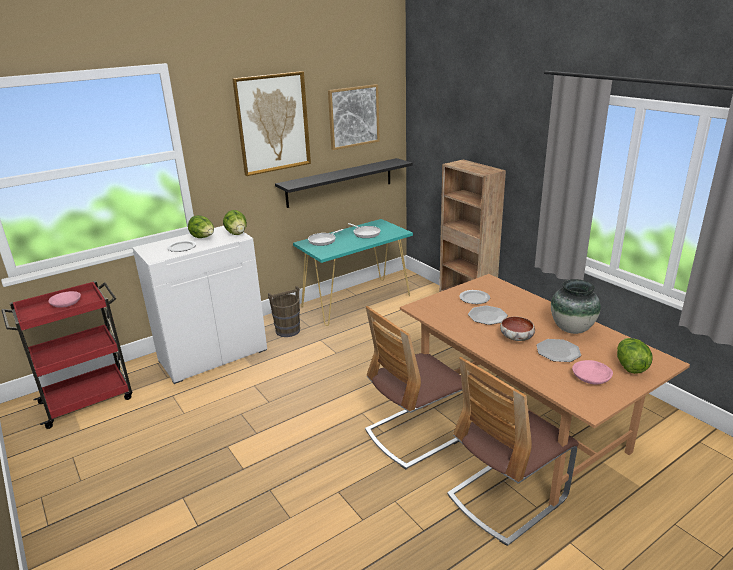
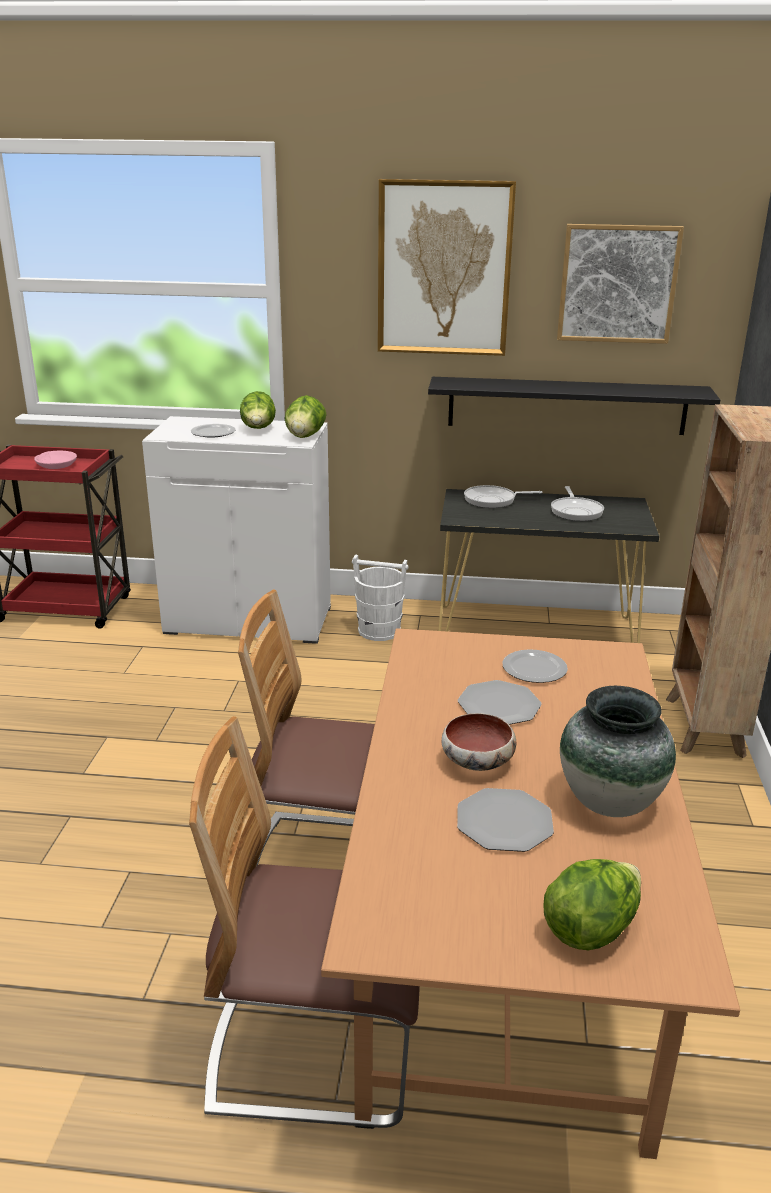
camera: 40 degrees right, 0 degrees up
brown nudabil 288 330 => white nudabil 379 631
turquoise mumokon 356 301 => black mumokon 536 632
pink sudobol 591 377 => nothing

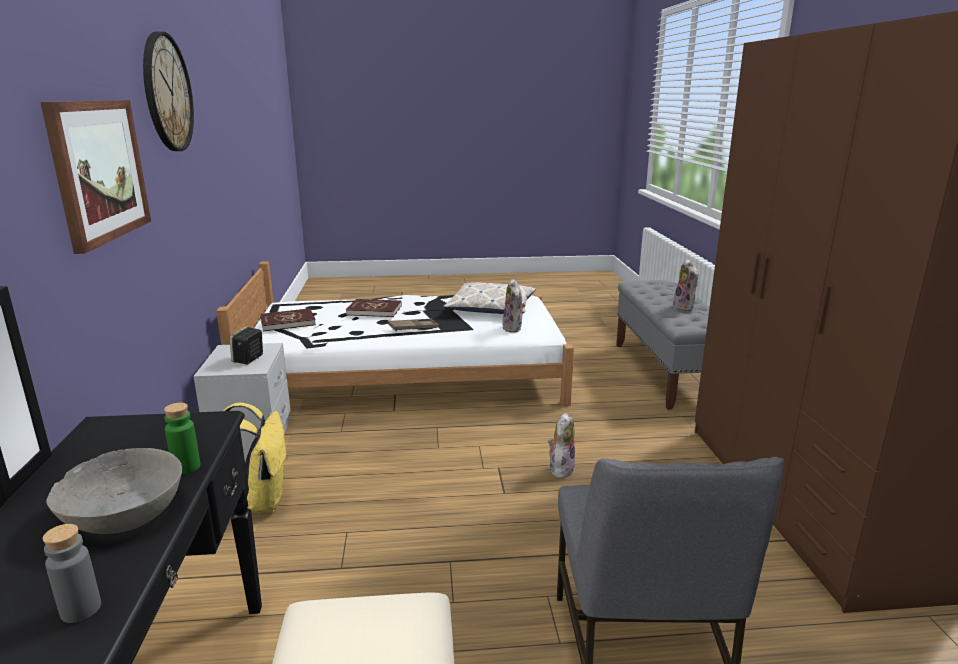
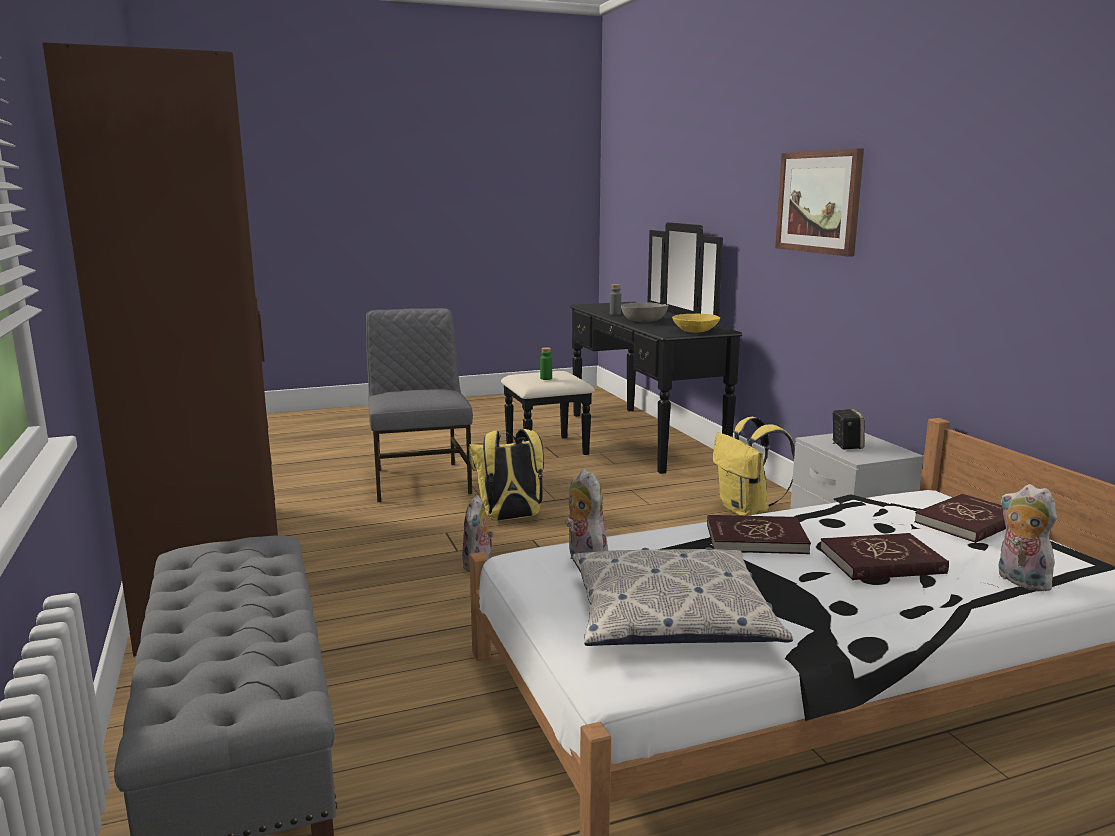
camera: 165 degrees right, 5 degrees down
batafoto 167 93 => nothing
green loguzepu 186 467 => green loguzepu 546 378, move
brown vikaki 413 328 => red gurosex 756 539
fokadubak 685 308 => fokadubak 1019 581, move
nothing => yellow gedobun 510 518
nothing => yellow sudobol 695 331

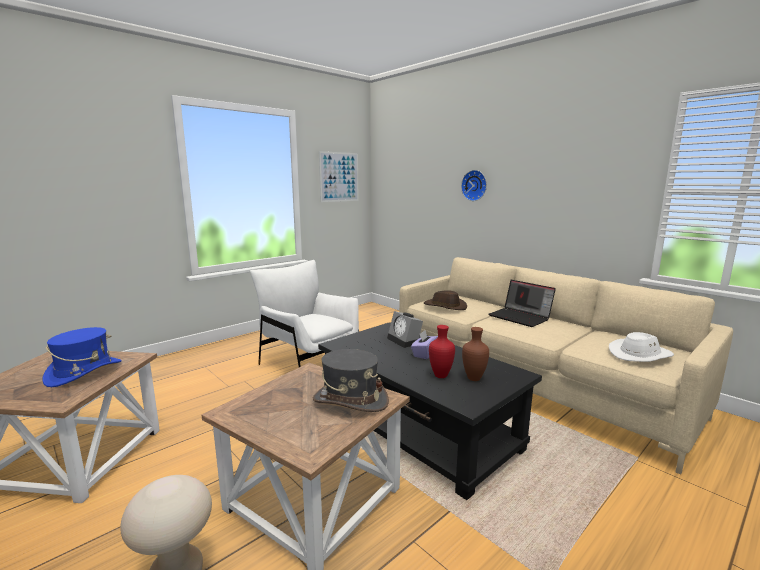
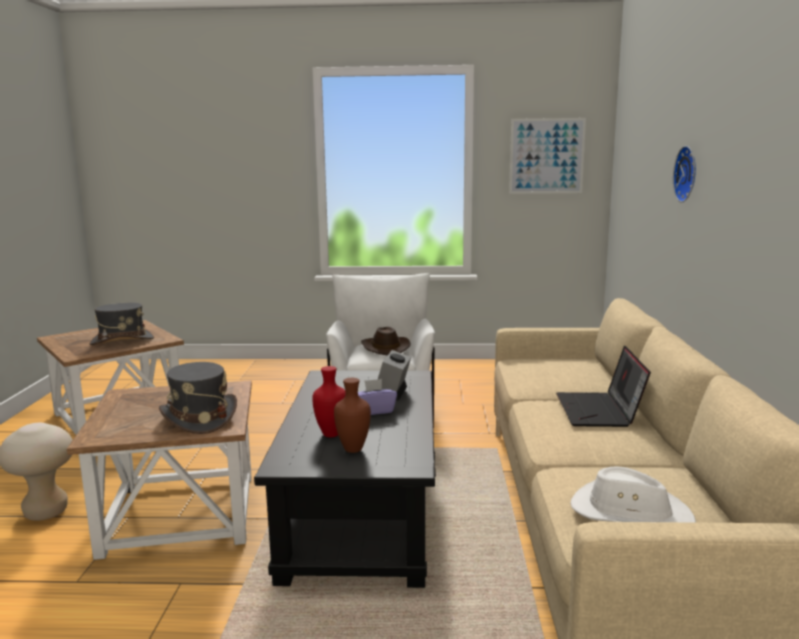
camera: 45 degrees right, 0 degrees up
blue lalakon 84 372 => grey lalakon 122 341
brown lalakon 445 306 => brown lalakon 384 348, move

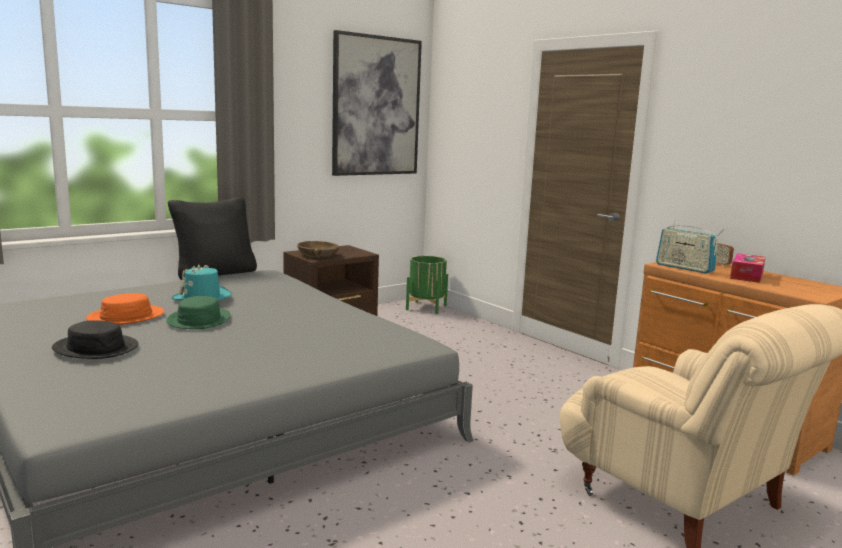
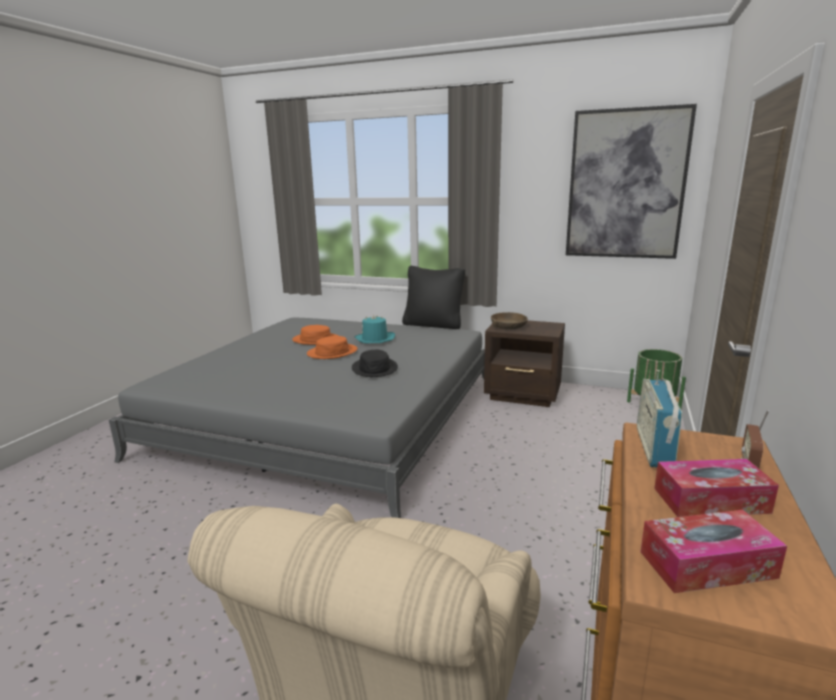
camera: 60 degrees right, 5 degrees up
black lalakon 96 348 => black lalakon 375 368, move
green lalakon 198 320 => orange lalakon 332 352
nothing => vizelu 707 564

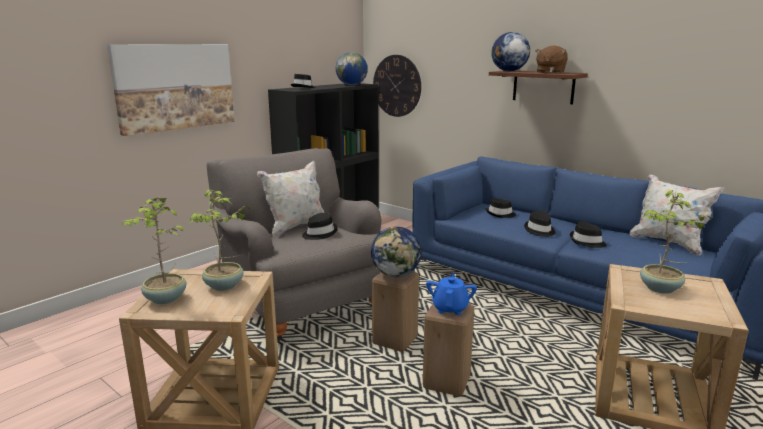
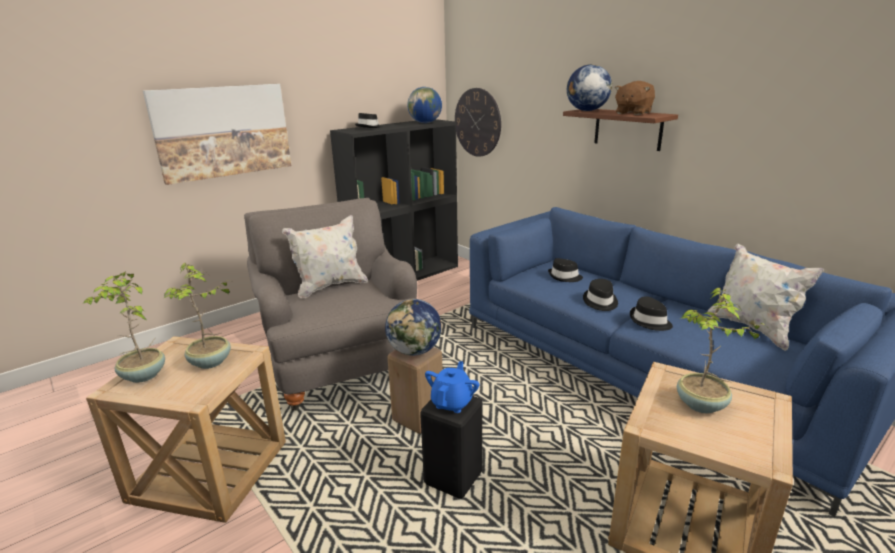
camera: 10 degrees right, 5 degrees up
black lalakon 319 233 => nothing
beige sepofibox 448 381 => black sepofibox 455 477

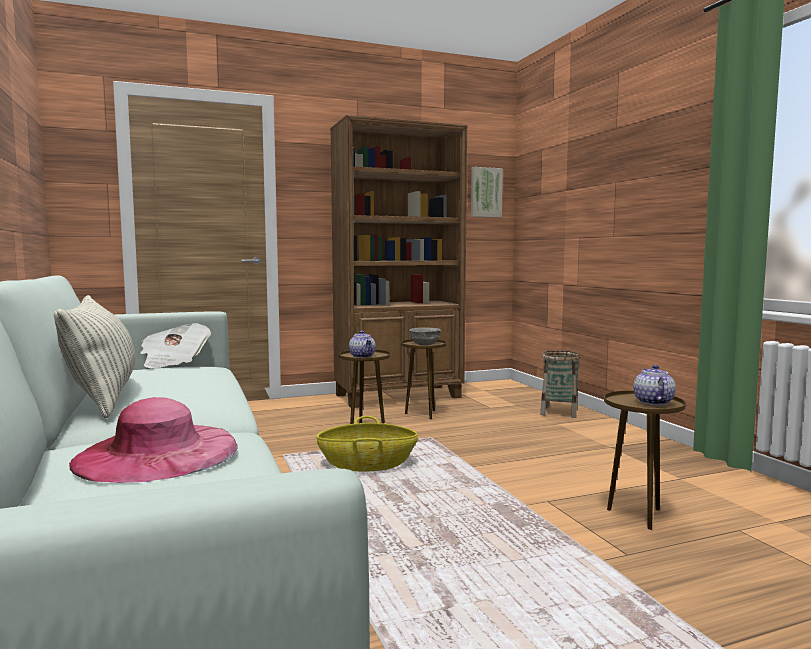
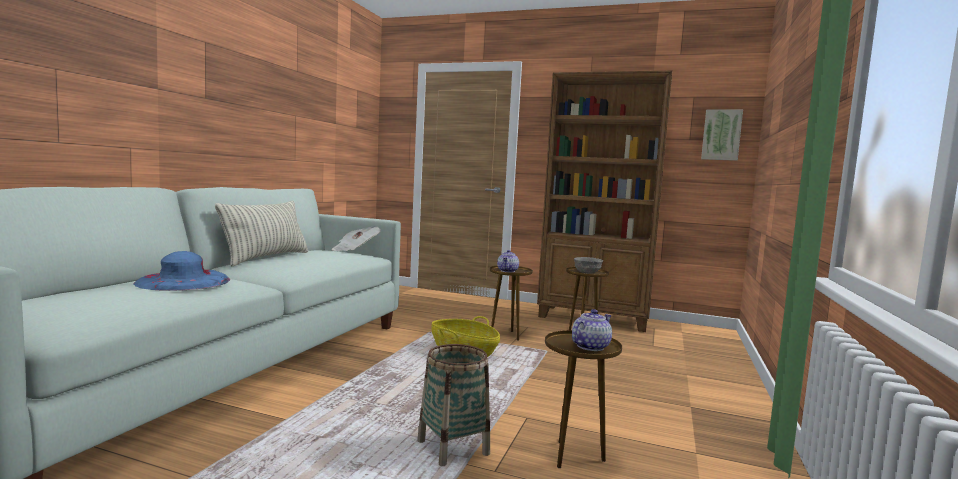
camera: 40 degrees right, 0 degrees up
pink lalakon 157 453 => blue lalakon 183 281
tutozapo 559 412 => tutozapo 453 448, move

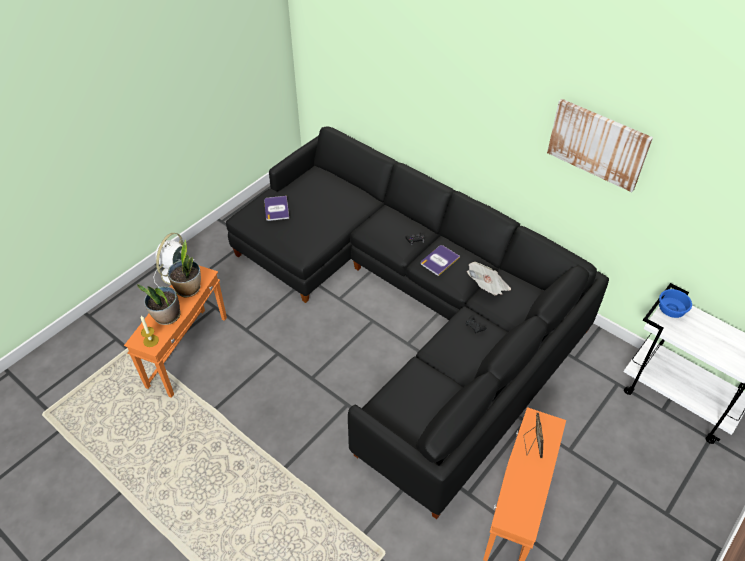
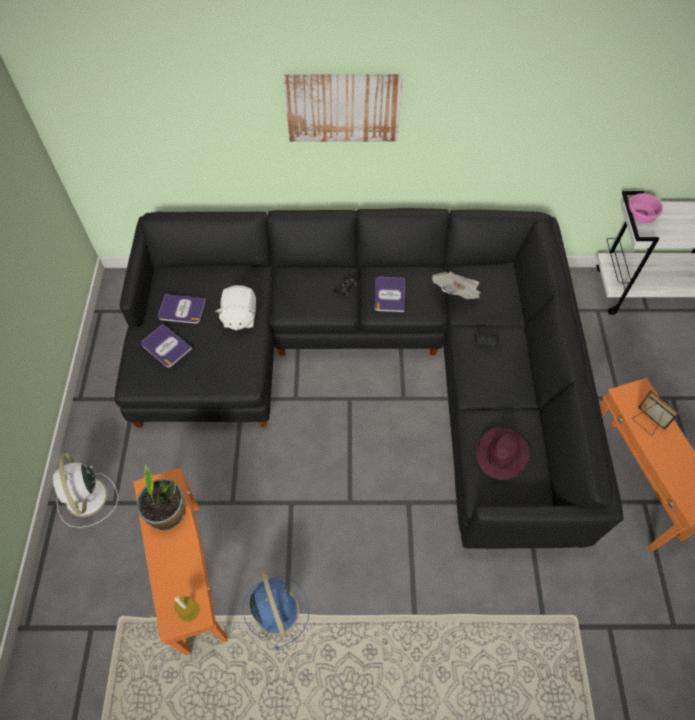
camera: 40 degrees left, 10 degrees up
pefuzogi 167 316 => nothing
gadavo 598 144 => gadavo 343 107, move
blue sudobol 670 309 => pink sudobol 638 216
nothing => gurosex 182 309
nothing => white fokadubak 239 317
nothing => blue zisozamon 276 609
nothing => purple lalakon 501 454

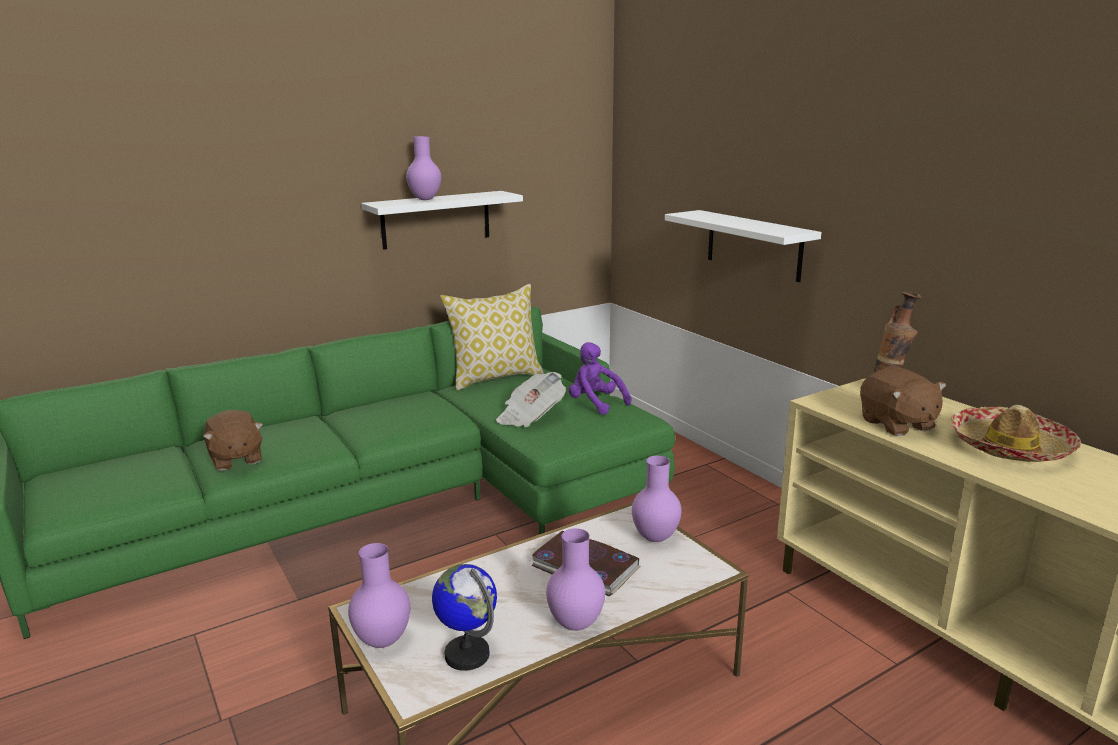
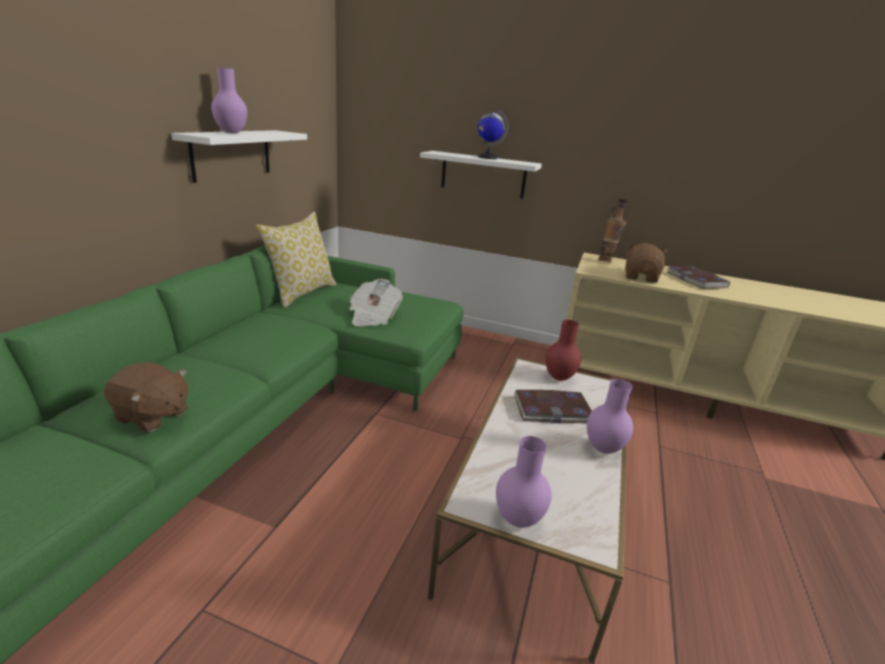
camera: 40 degrees left, 5 degrees up
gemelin 467 654 => gemelin 487 158, move
purple fokadubak 595 404 => nothing
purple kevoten 656 538 => red kevoten 559 378
brown fokadubak 896 424 => brown fokadubak 641 277, 105 degrees counterclockwise
lalakon 1010 447 => gurosex 696 280

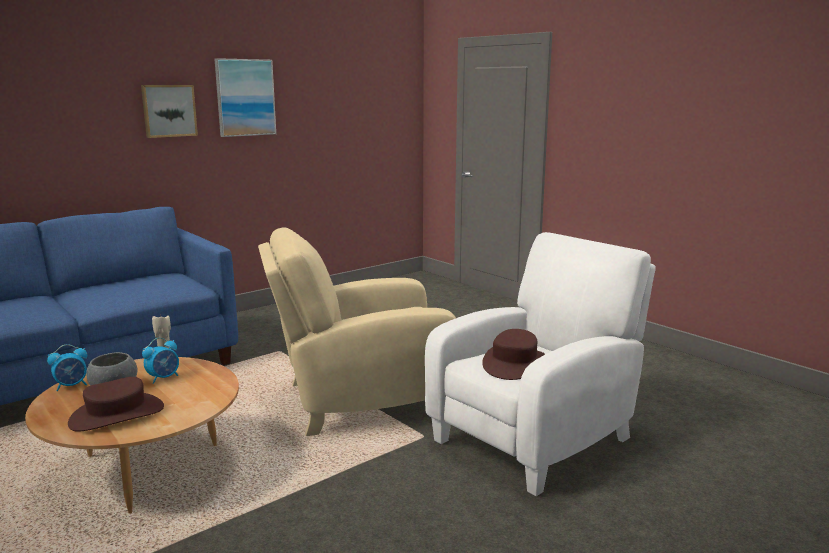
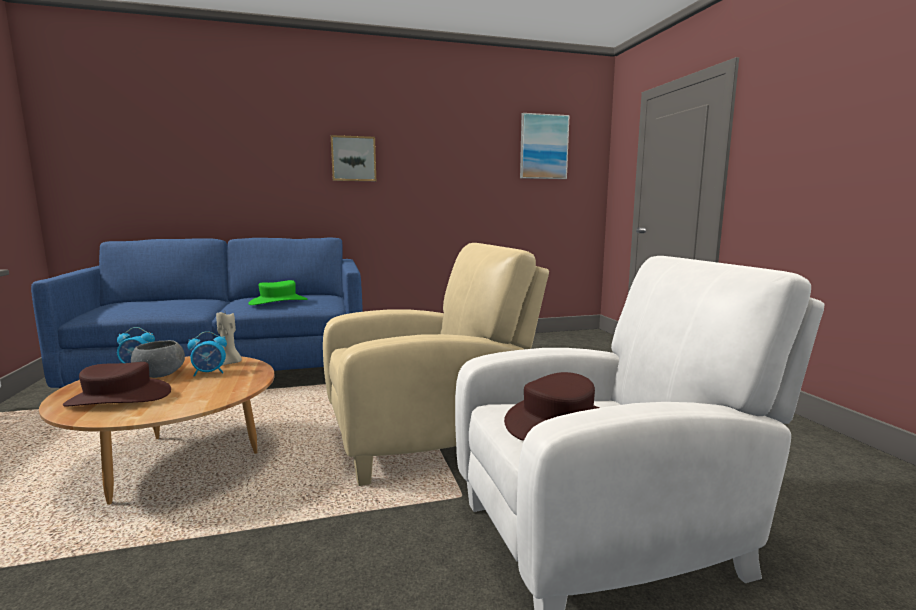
camera: 25 degrees right, 5 degrees down
gadavo 245 97 => gadavo 543 147, move
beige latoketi 359 401 => beige latoketi 430 438, 150 degrees clockwise
nothing => green lalakon 278 301

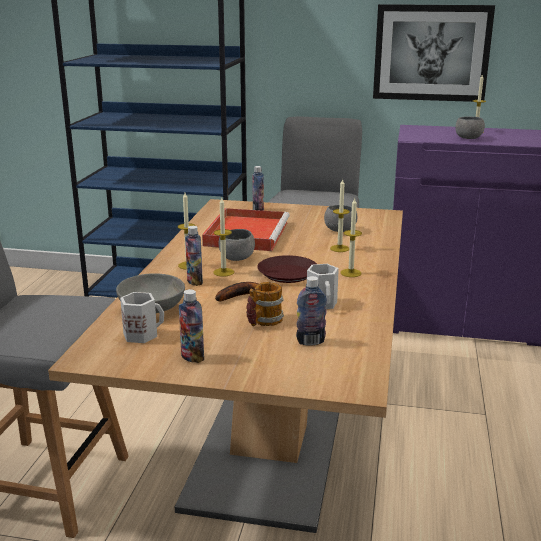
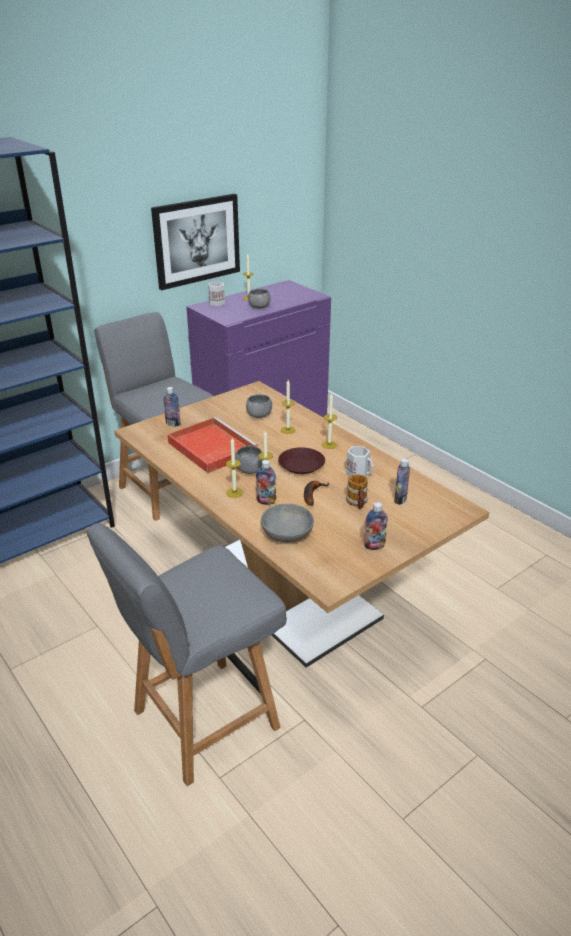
camera: 50 degrees left, 10 degrees up
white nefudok 141 334 => white nefudok 217 302, move

